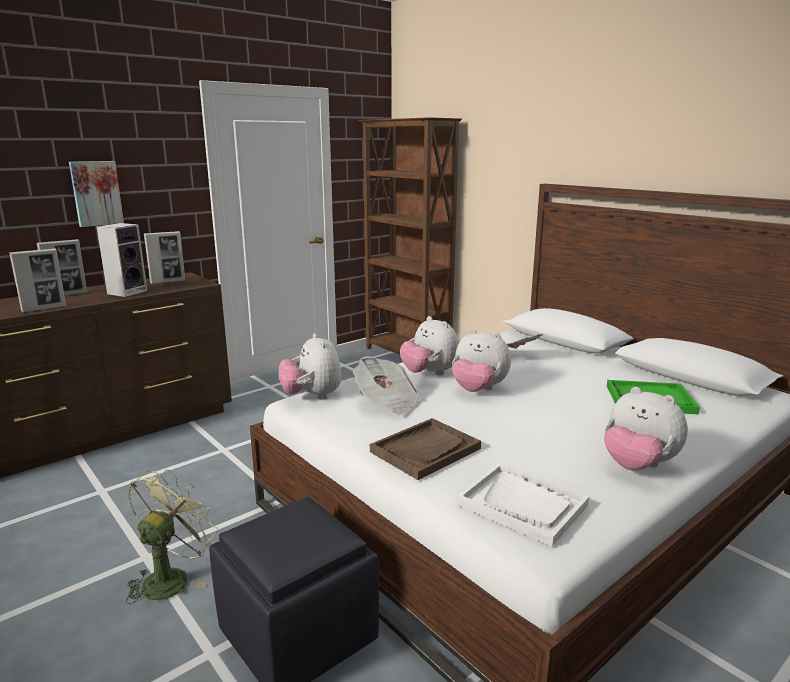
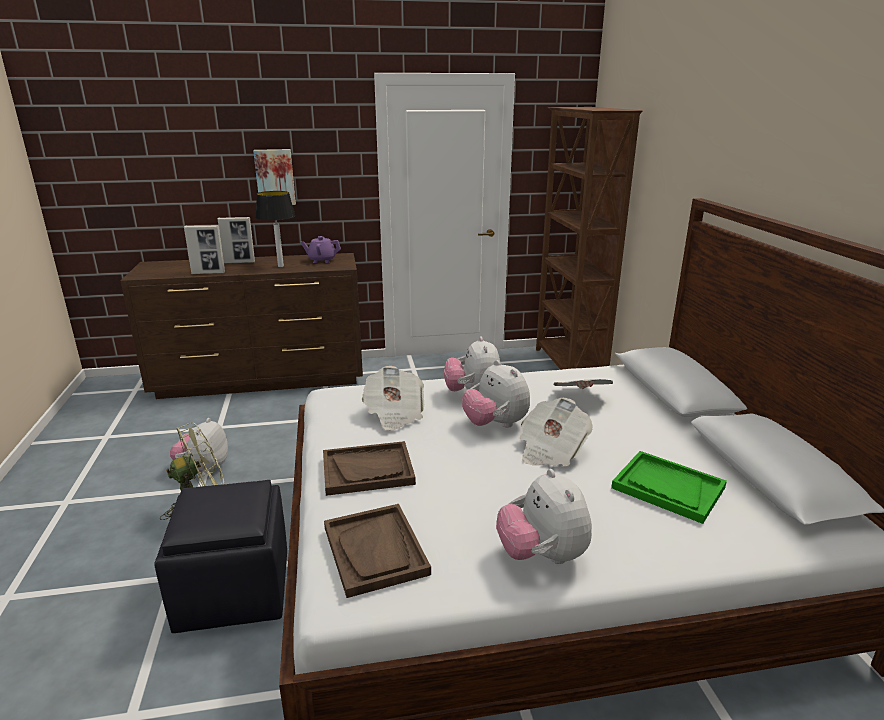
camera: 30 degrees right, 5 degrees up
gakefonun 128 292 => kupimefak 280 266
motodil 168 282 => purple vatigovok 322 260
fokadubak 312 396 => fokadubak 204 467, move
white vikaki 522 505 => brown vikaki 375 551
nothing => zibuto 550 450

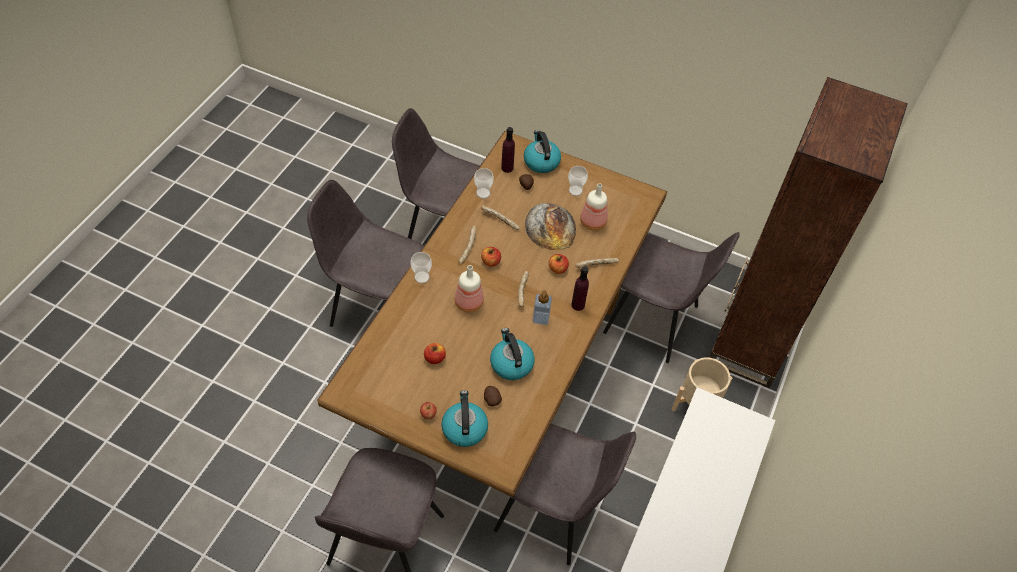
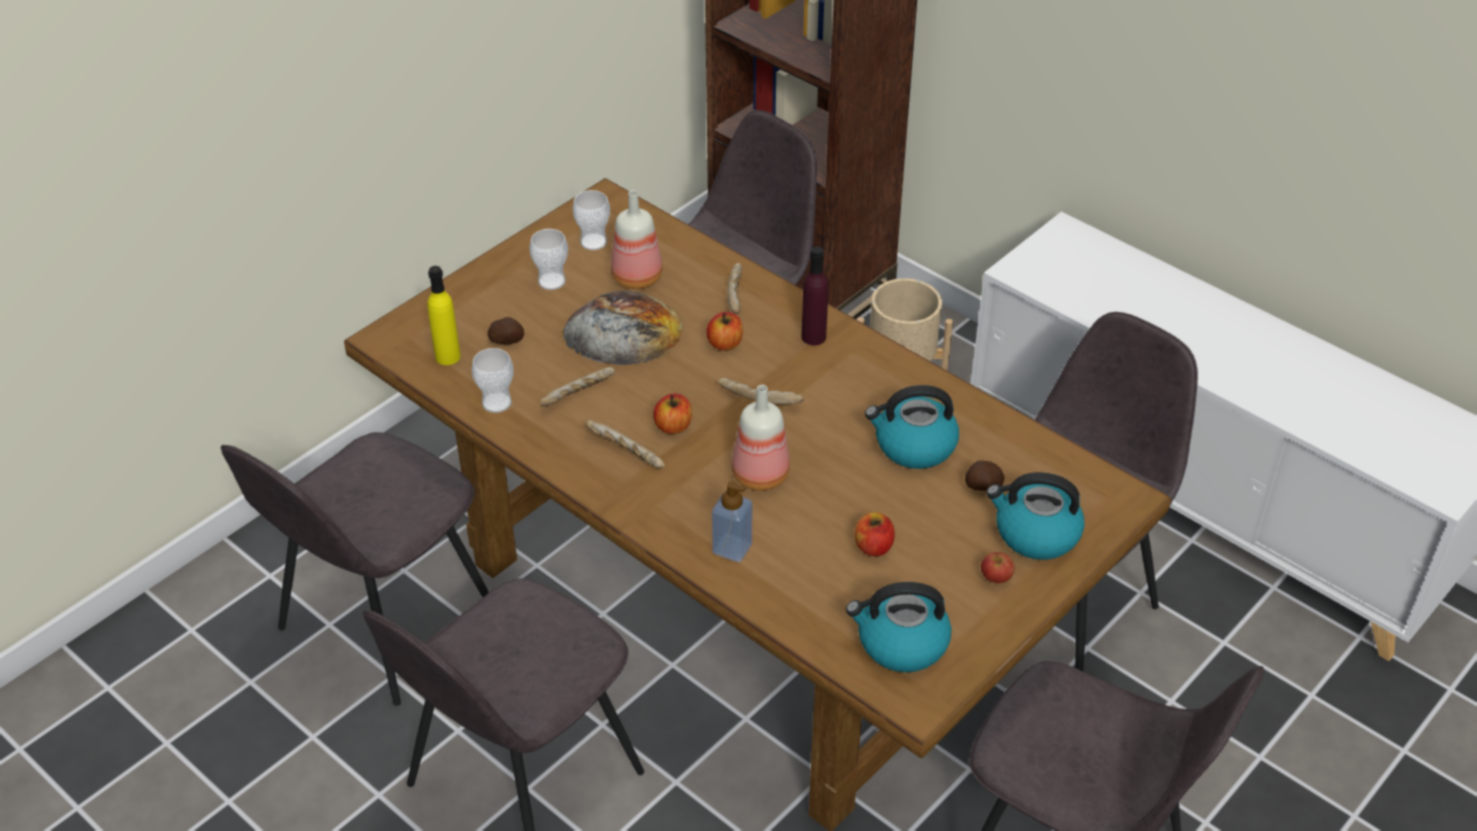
camera: 70 degrees left, 10 degrees down
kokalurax 421 277 => kokalurax 593 242, move
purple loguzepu 507 168 => yellow loguzepu 448 356
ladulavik 541 161 => ladulavik 901 643, move
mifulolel 541 318 => mifulolel 732 548, move

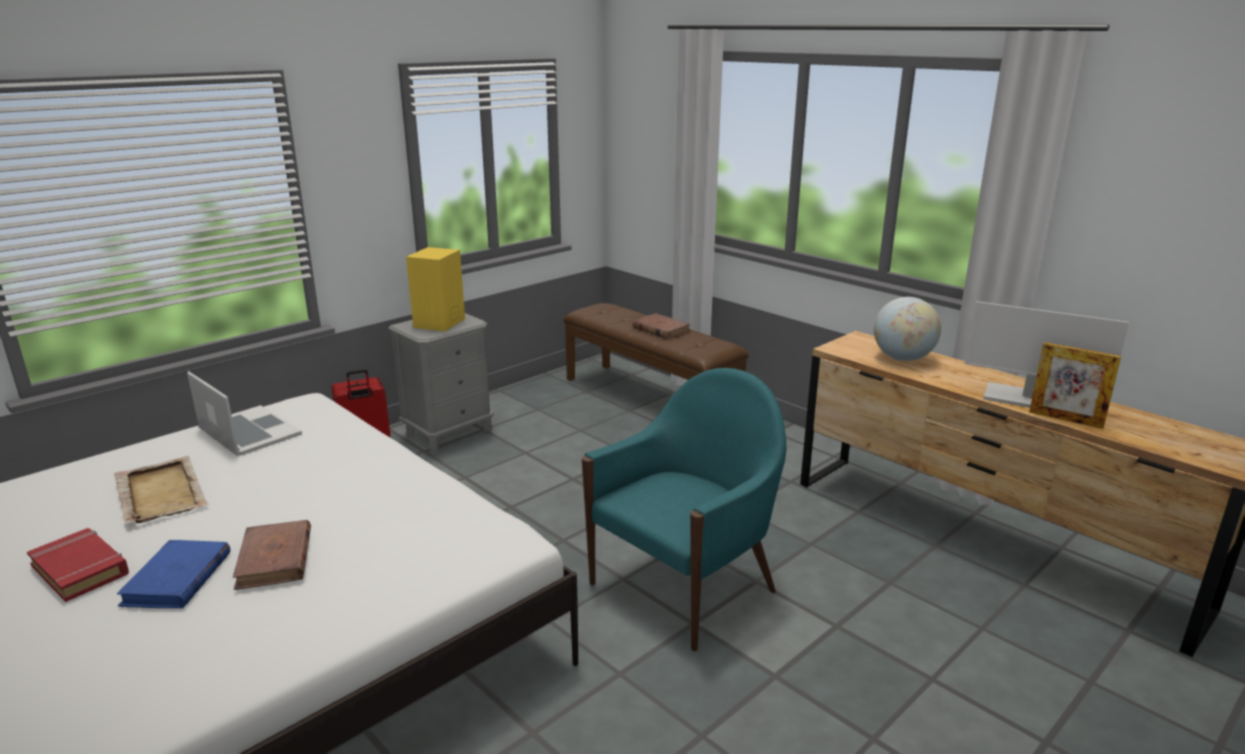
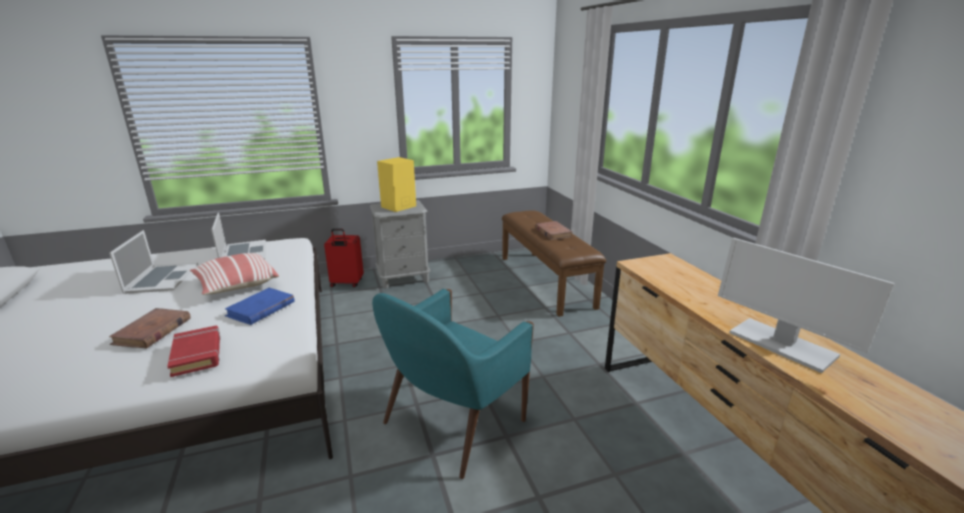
camera: 25 degrees right, 0 degrees up
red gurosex 81 569 => red gurosex 197 354, move
beige vikaki 161 492 => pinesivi 162 278
blue gurosex 177 579 => blue gurosex 261 309, move
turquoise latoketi 685 586 => turquoise latoketi 452 423, 150 degrees clockwise
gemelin 902 358 => nothing
motodil 1065 419 => nothing
nothing => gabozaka 236 285

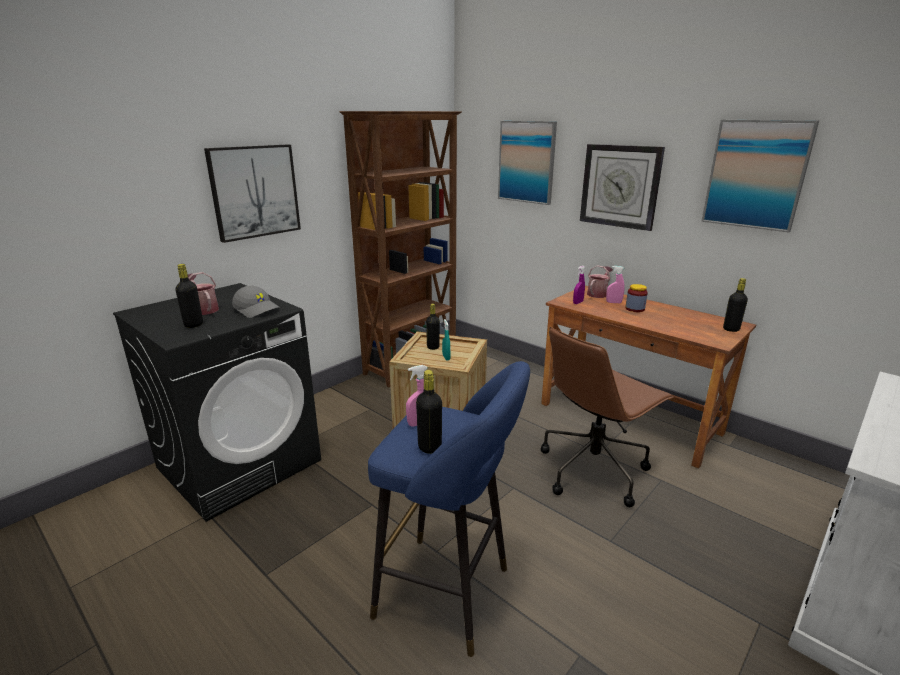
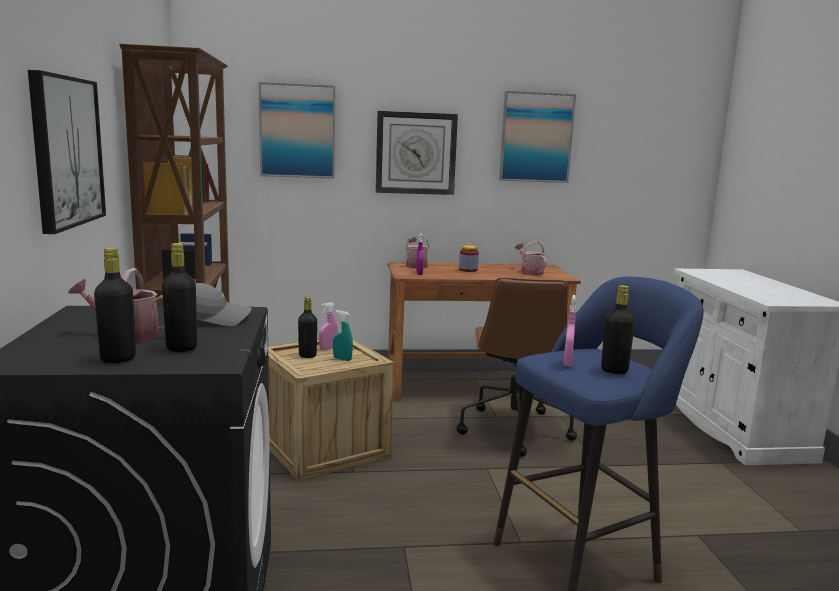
camera: 50 degrees left, 10 degrees down
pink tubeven 613 302 => pink tubeven 328 349, move
black loguzepu 731 329 => black loguzepu 118 359, move
nothing => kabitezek 530 272

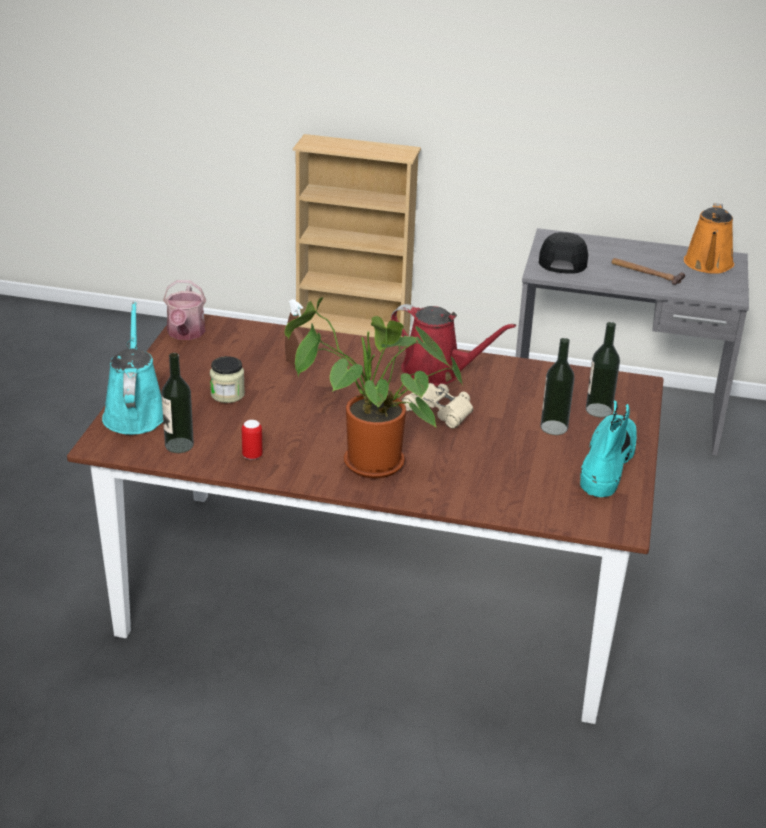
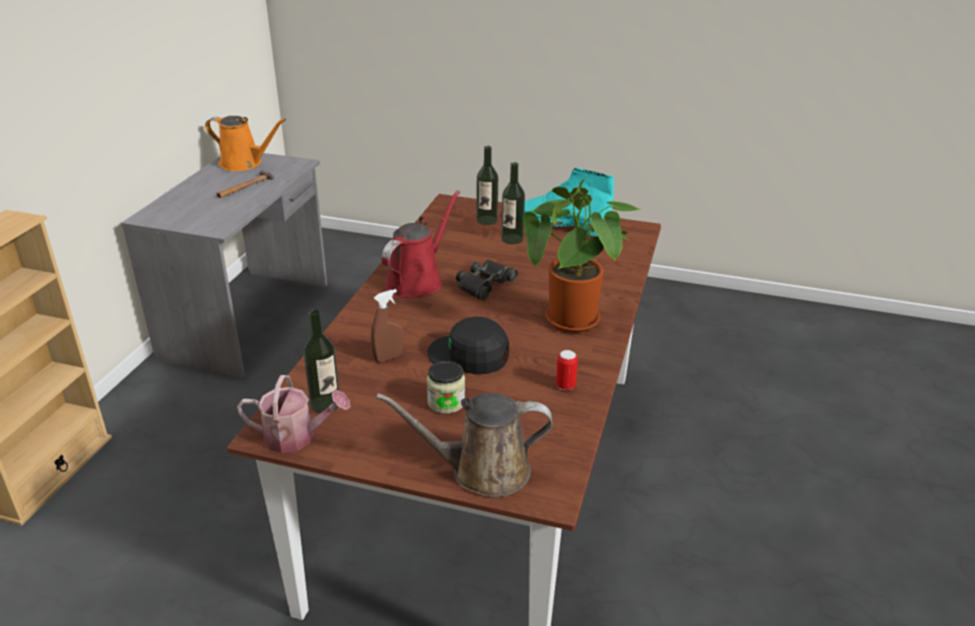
camera: 85 degrees left, 0 degrees up
turquoise kabitezek 135 413 => brown kabitezek 482 471
loguzepu 179 445 => loguzepu 325 404, move
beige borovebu 439 410 => black borovebu 485 284
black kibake 563 260 => black kibake 469 355, move

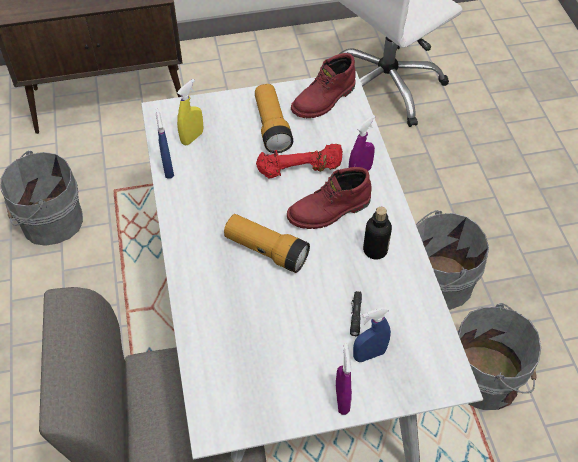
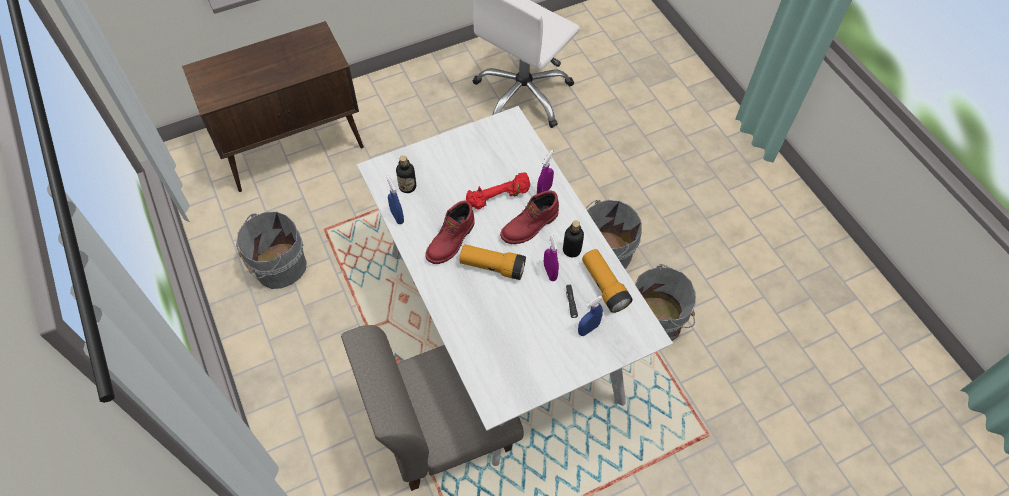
camera: 15 degrees left, 5 degrees up
yellow tubeven 192 138 => loguzepu 407 186
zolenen 272 127 => zolenen 604 286, move
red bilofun 324 101 => red bilofun 451 241, move
purple tubeven 342 399 => purple tubeven 550 272, move

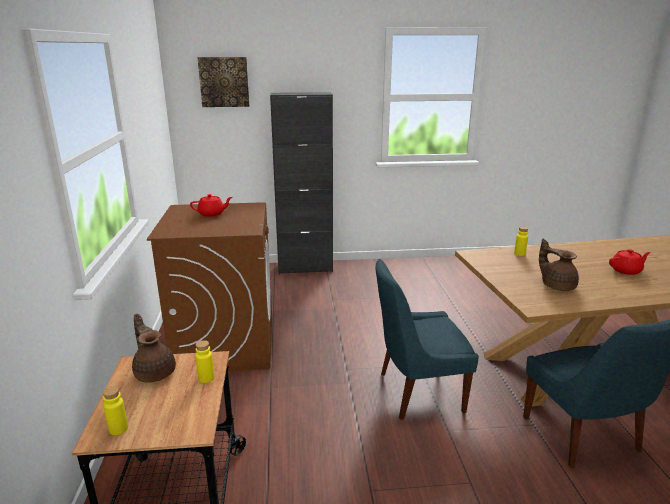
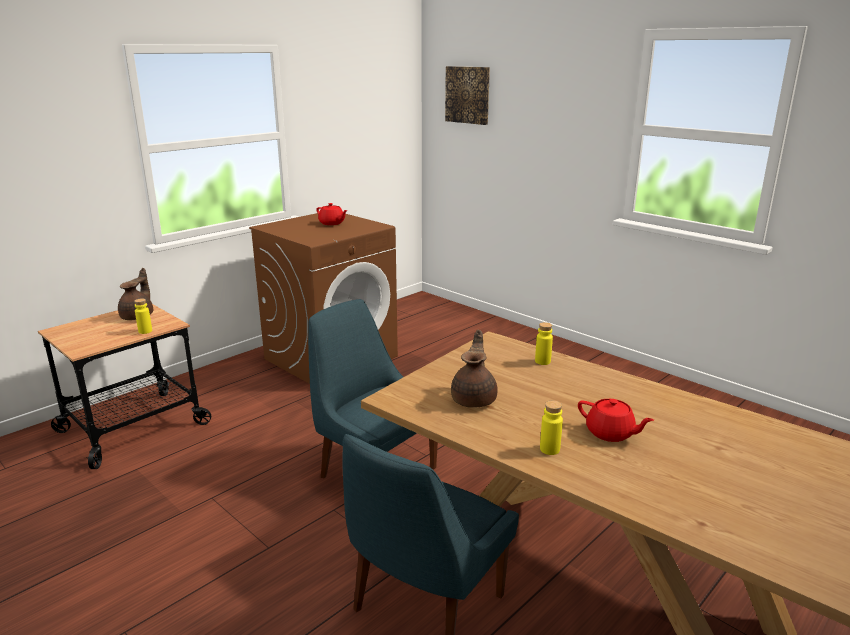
camera: 50 degrees right, 0 degrees up
yellow loguzepu 118 429 => yellow loguzepu 549 449, move
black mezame 305 268 => nothing

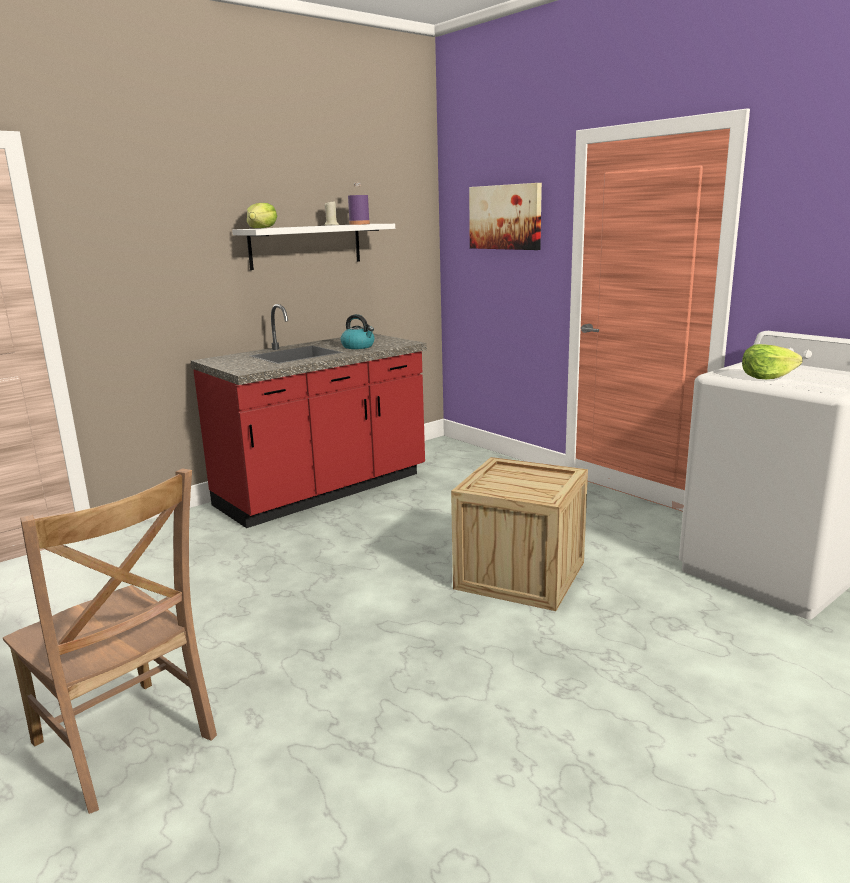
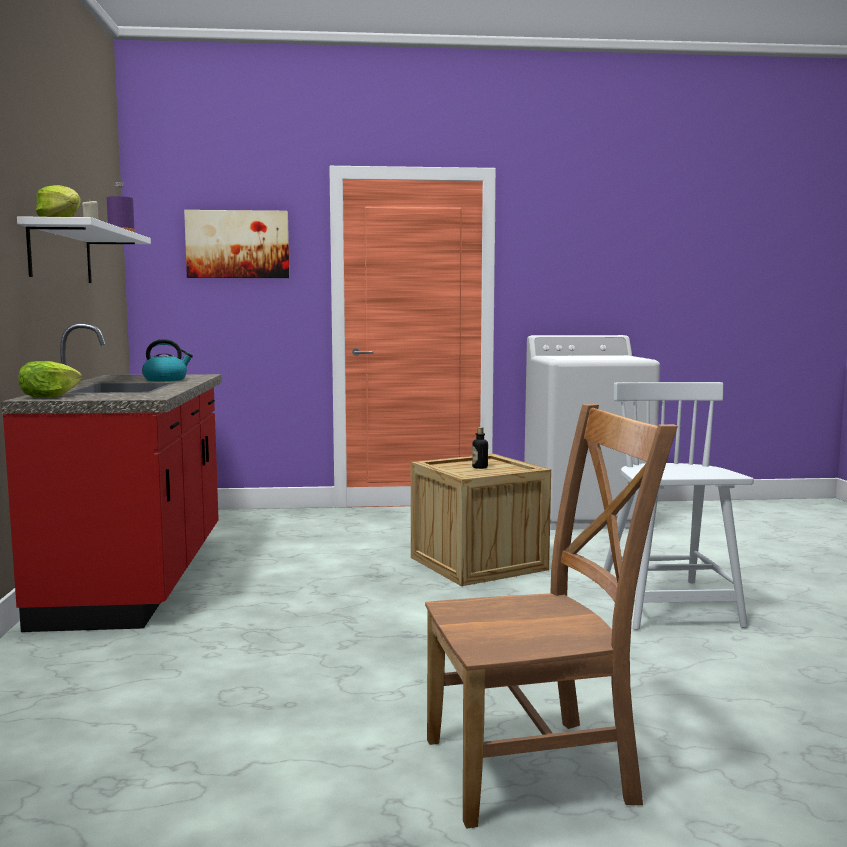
camera: 55 degrees left, 10 degrees down
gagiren 767 377 => gagiren 49 396, move
nothing => loguzepu 480 467
nothing => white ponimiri 668 605

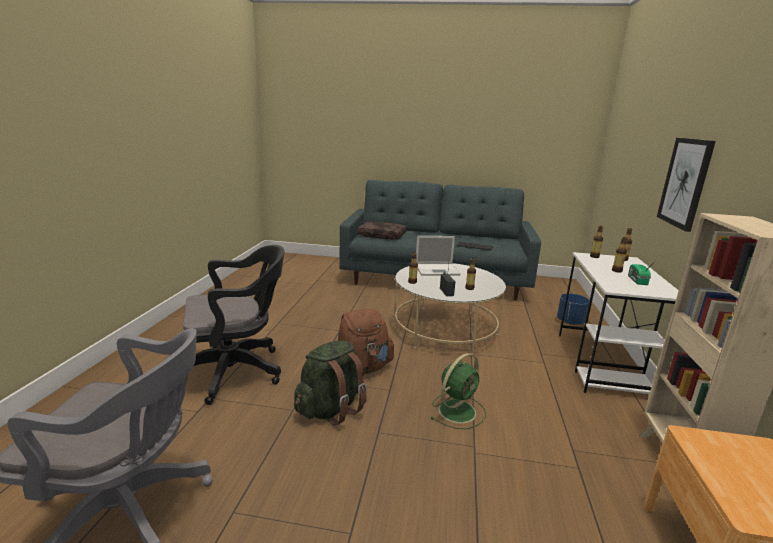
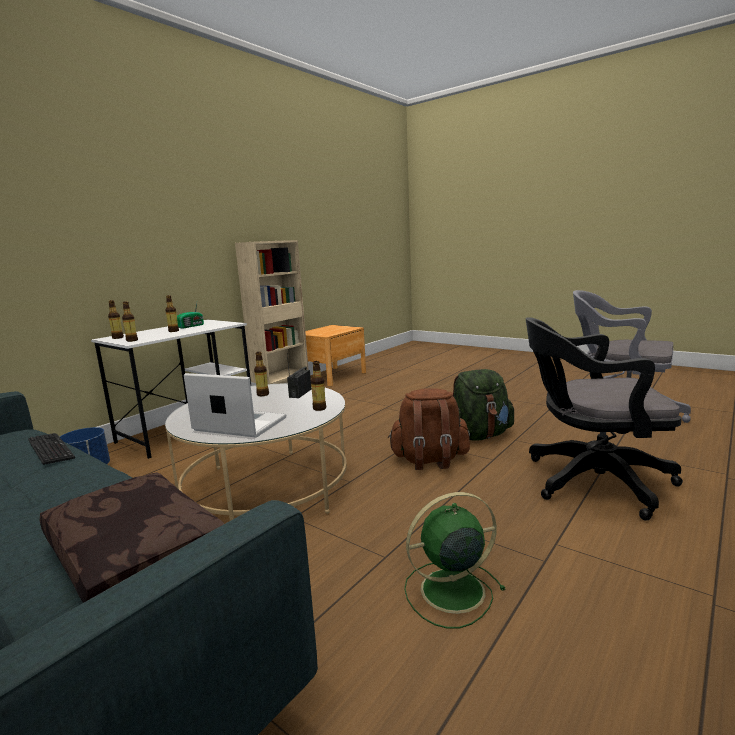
camera: 150 degrees left, 5 degrees down
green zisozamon 458 410 => green zisozamon 449 591, move
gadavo 685 182 => nothing

